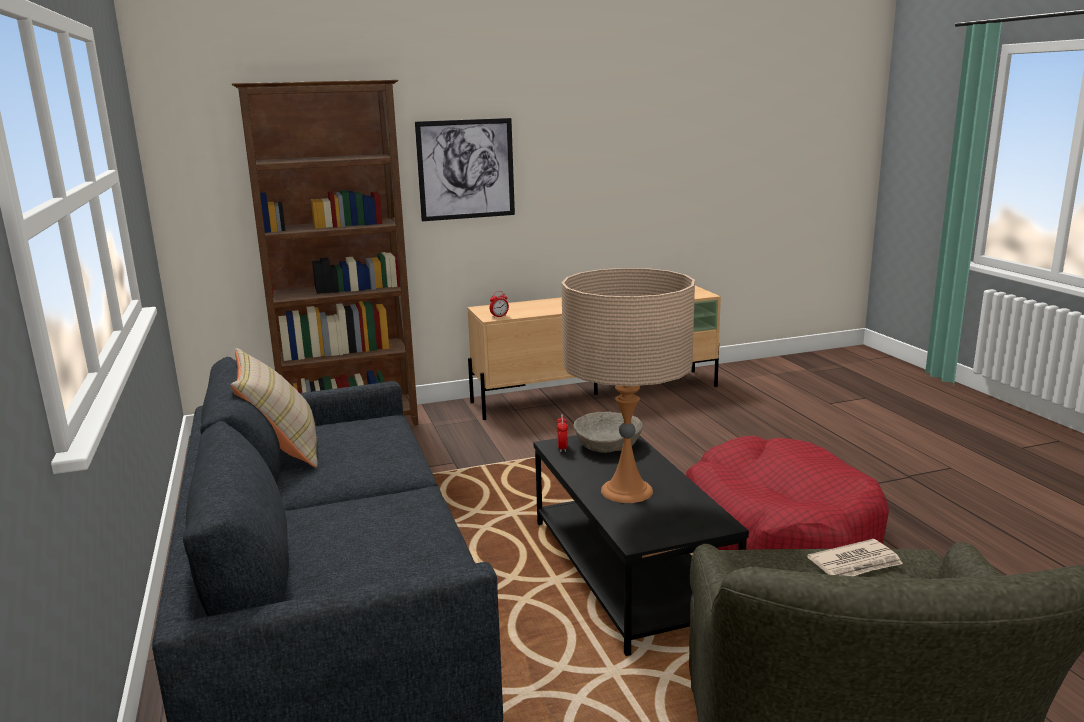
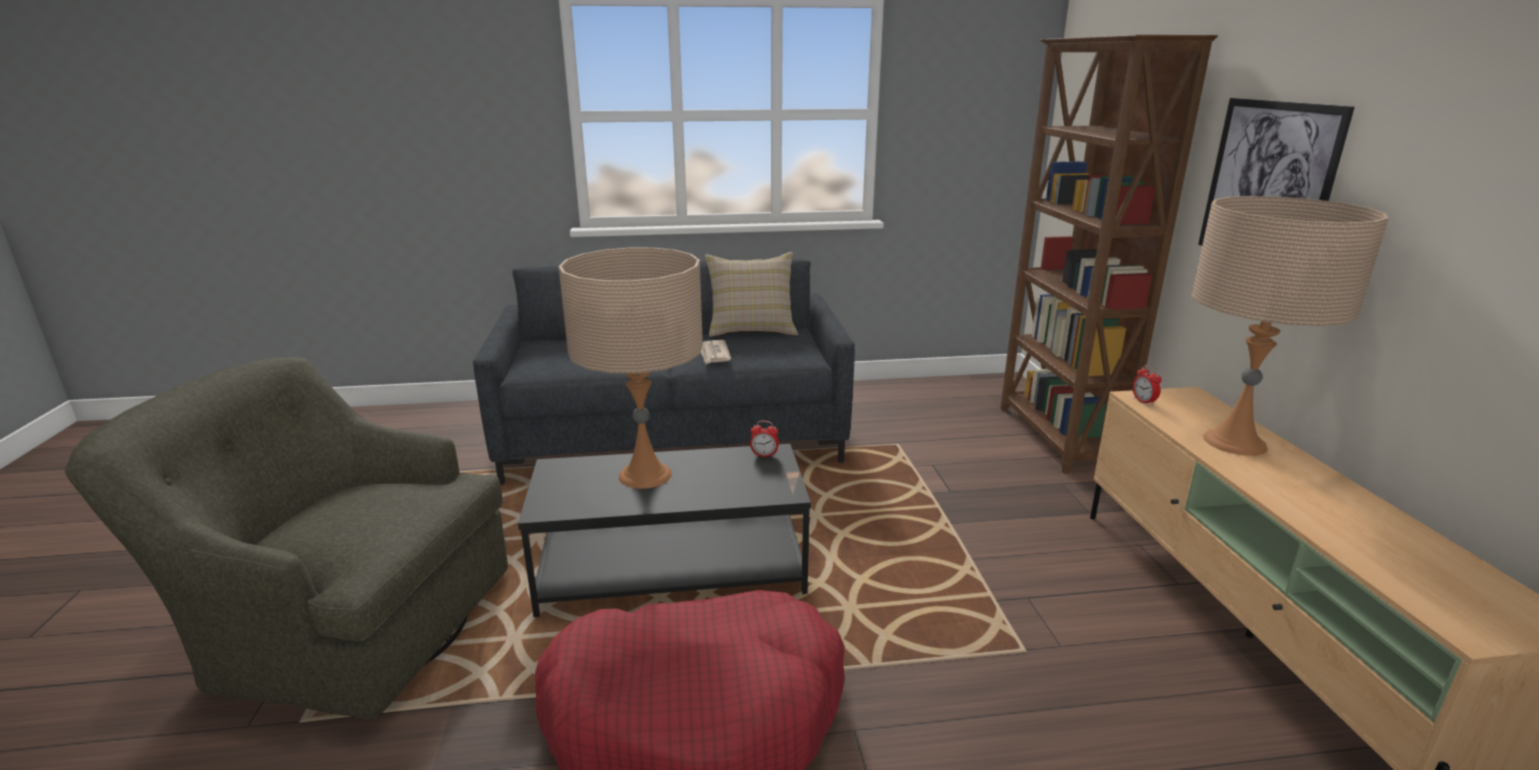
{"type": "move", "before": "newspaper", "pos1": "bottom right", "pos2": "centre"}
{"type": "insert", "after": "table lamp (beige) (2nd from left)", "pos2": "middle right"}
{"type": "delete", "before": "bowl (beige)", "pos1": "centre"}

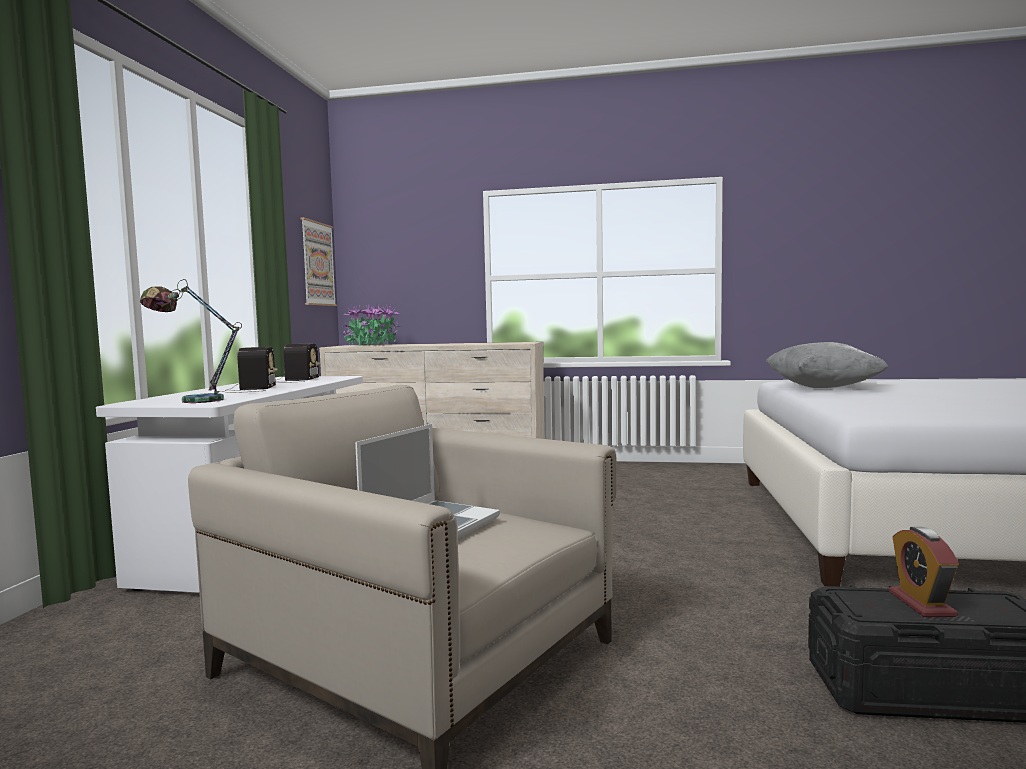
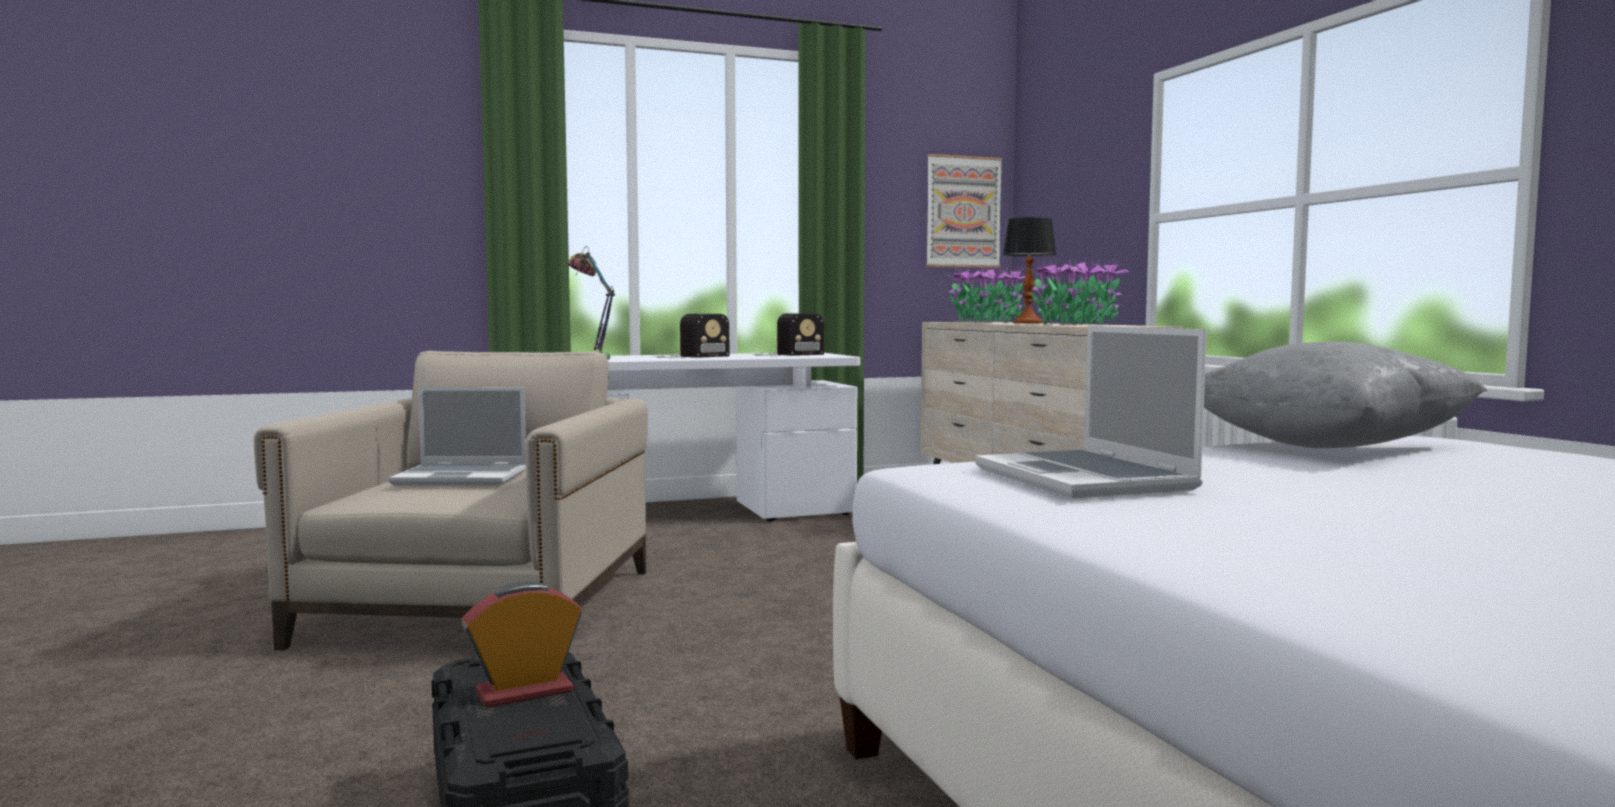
{"type": "insert", "after": "laptop (2nd from left)", "pos2": "middle right"}
{"type": "insert", "after": "table lamp (2nd from left)", "pos2": "centre"}
{"type": "insert", "after": "potted plant (2nd from left)", "pos2": "middle right"}

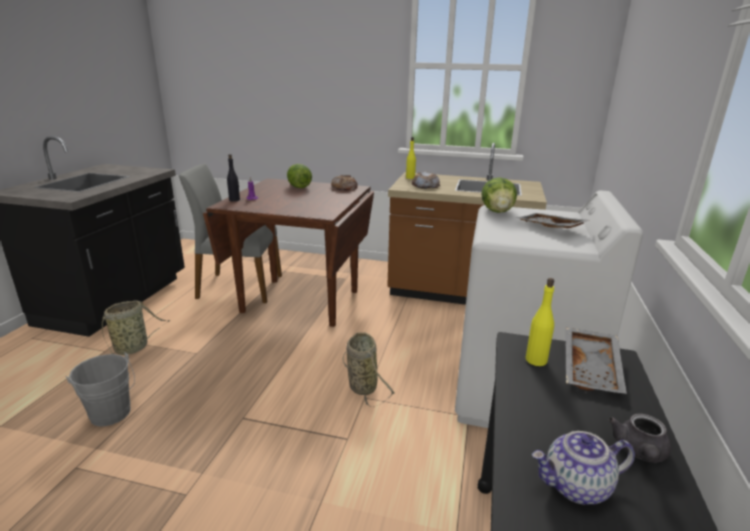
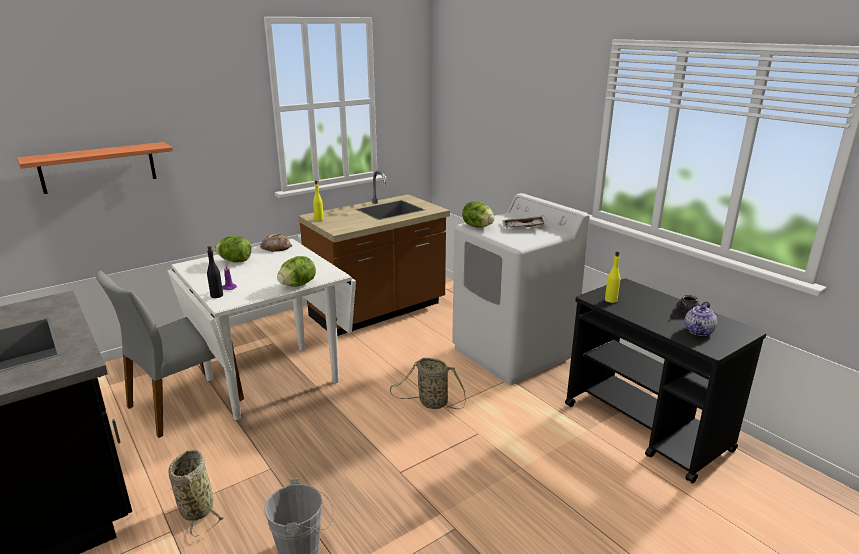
{"type": "insert", "after": "shelf", "pos2": "top left"}
{"type": "recolor", "before": "dining table (brown)", "after": "dining table (white)", "pos1": "centre", "pos2": "middle left"}
{"type": "insert", "after": "lettuce (2nd from left)", "pos2": "centre"}
{"type": "delete", "before": "bread (2nd from left)", "pos1": "centre"}
{"type": "delete", "before": "tray (grey) (2nd from left)", "pos1": "bottom right"}

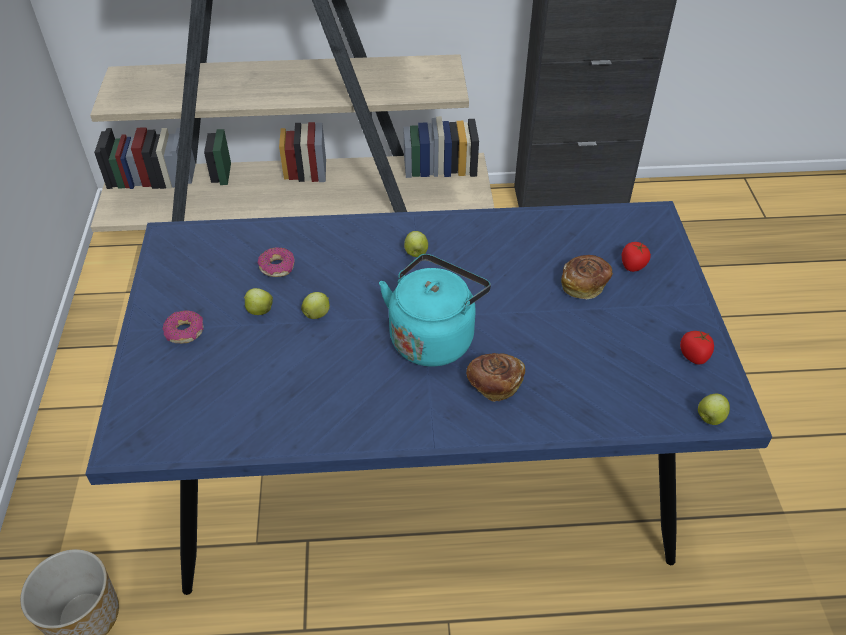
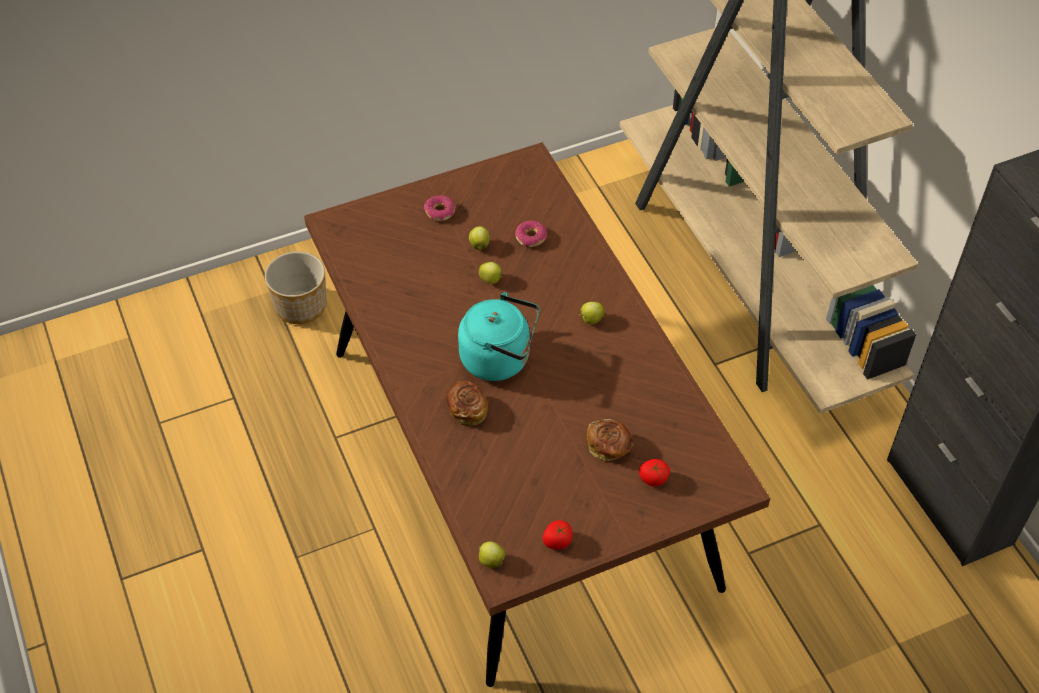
{"type": "recolor", "before": "dining table (blue)", "after": "dining table (brown)", "pos1": "centre", "pos2": "centre"}

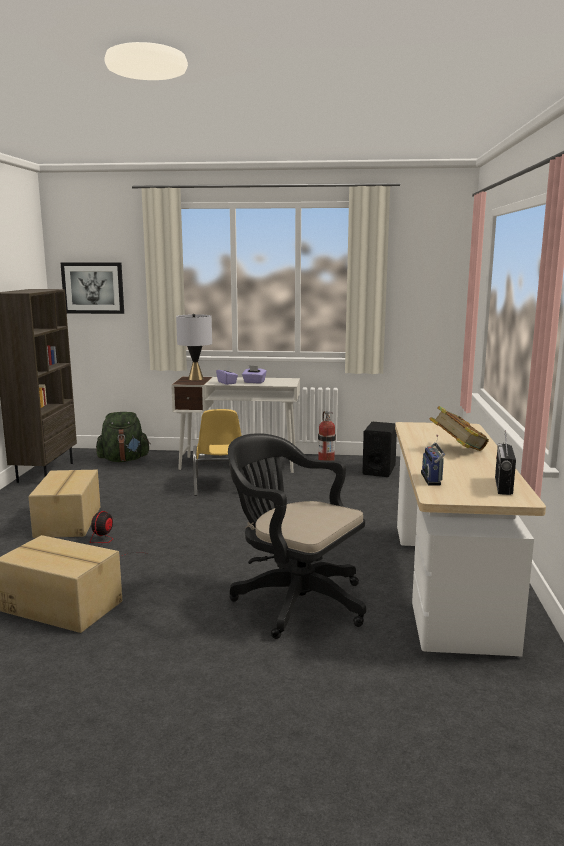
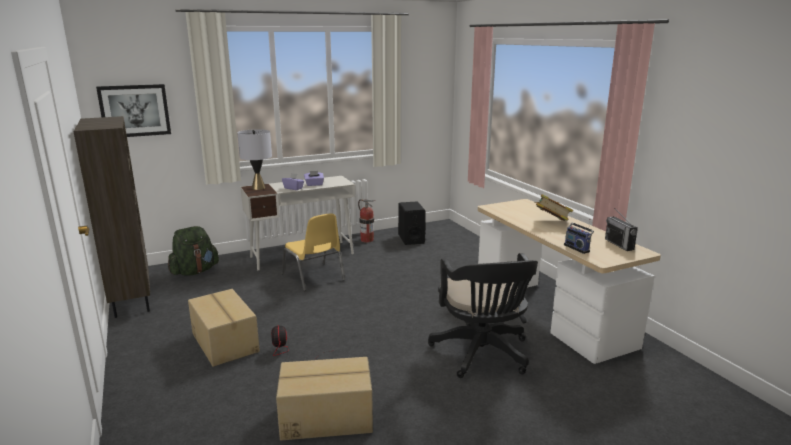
{"type": "rotate", "before": "office chair (black)", "pos1": "centre", "pos2": "bottom centre", "turn": -105}

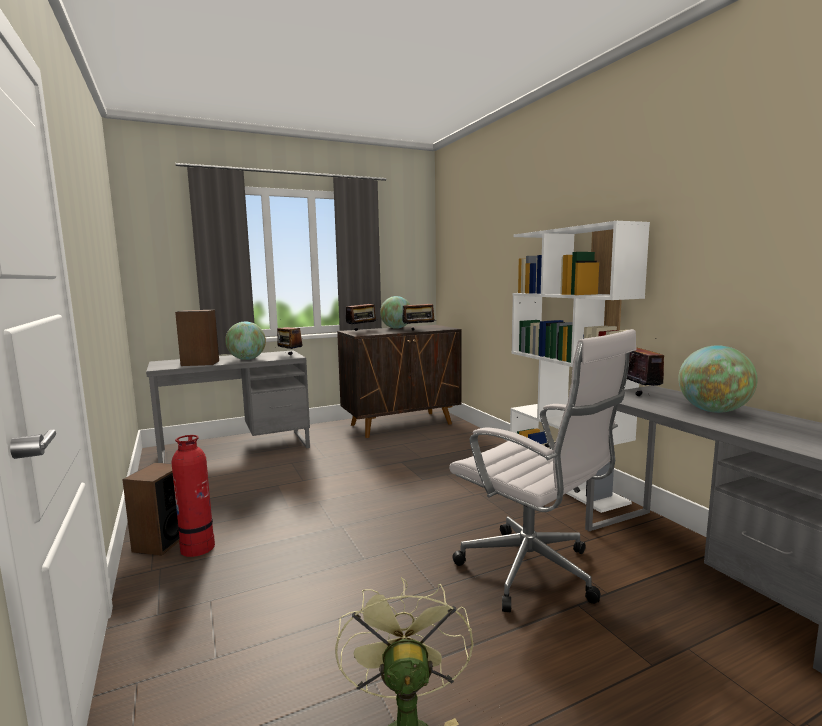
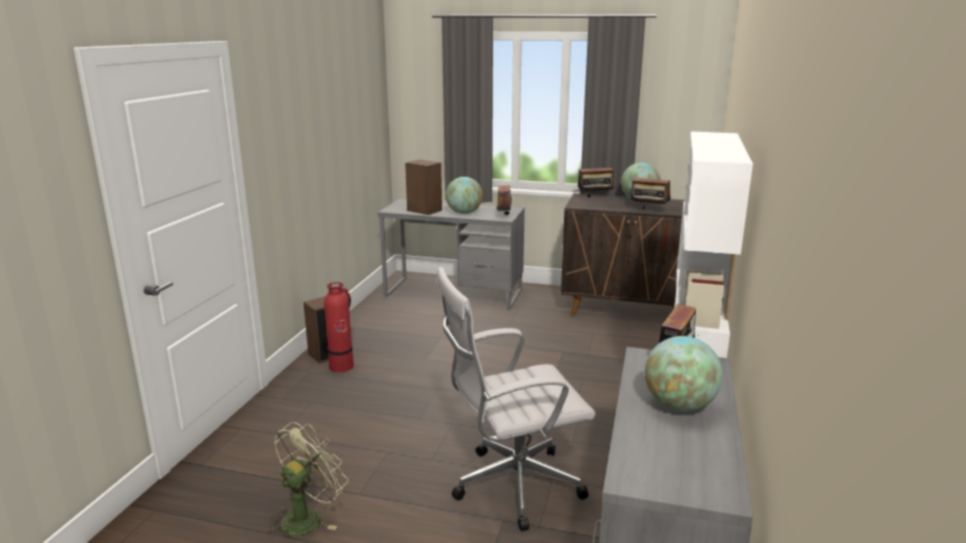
{"type": "rotate", "before": "office chair (white)", "pos1": "centre", "pos2": "bottom centre", "turn": 75}

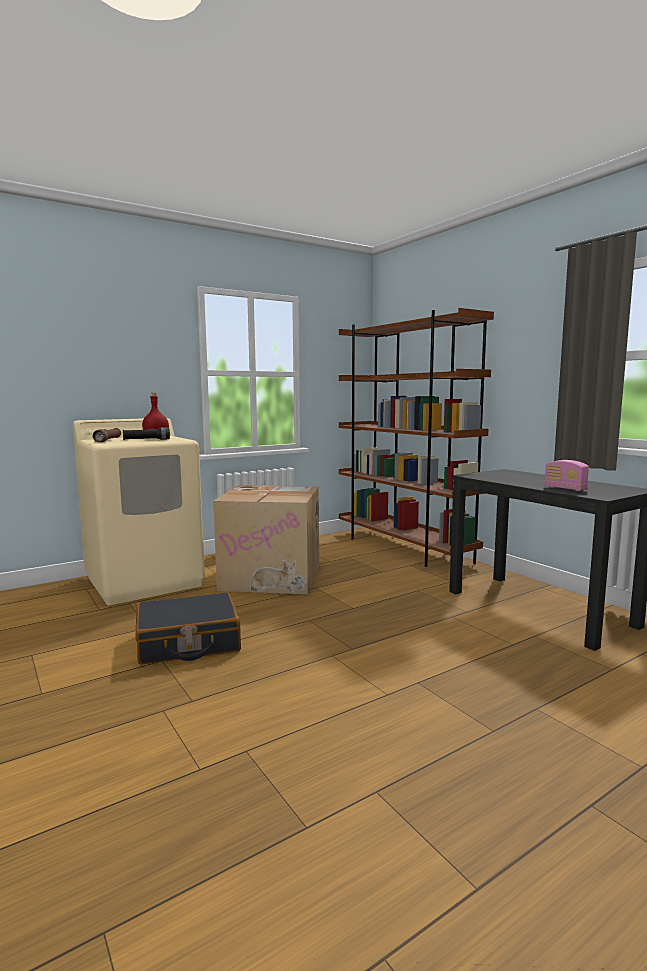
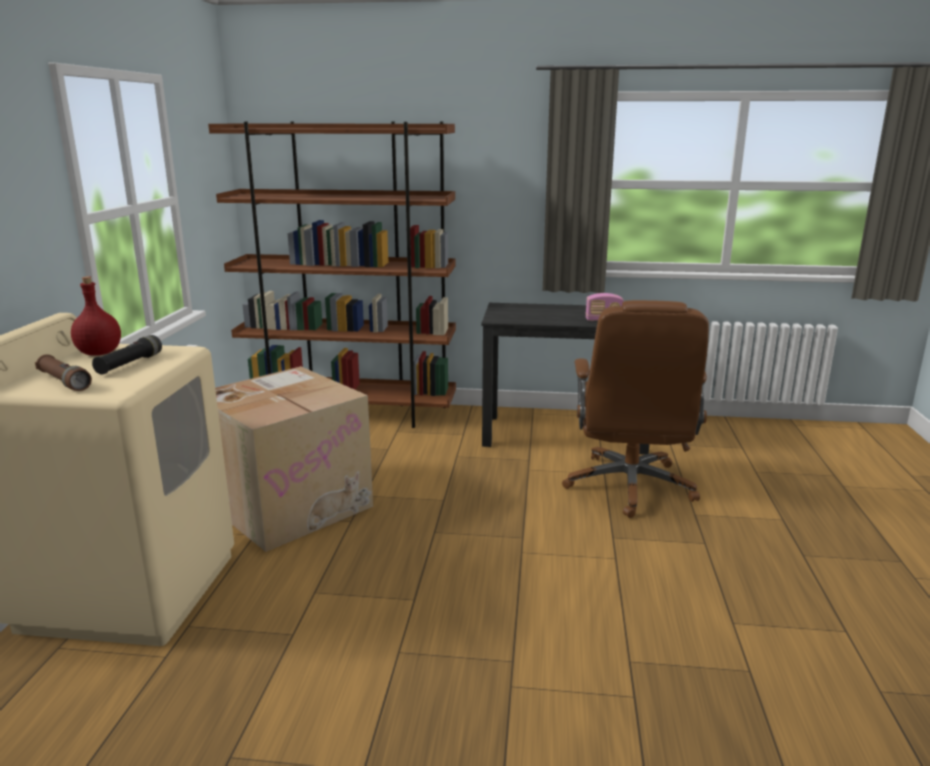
{"type": "insert", "after": "office chair (brown)", "pos2": "middle right"}
{"type": "delete", "before": "suitcase (black)", "pos1": "middle left"}

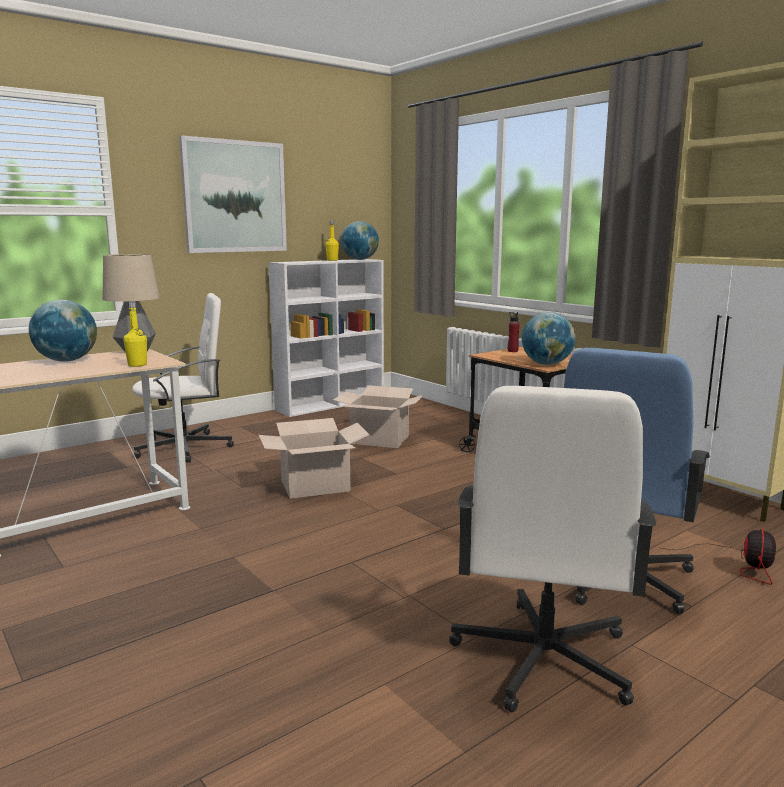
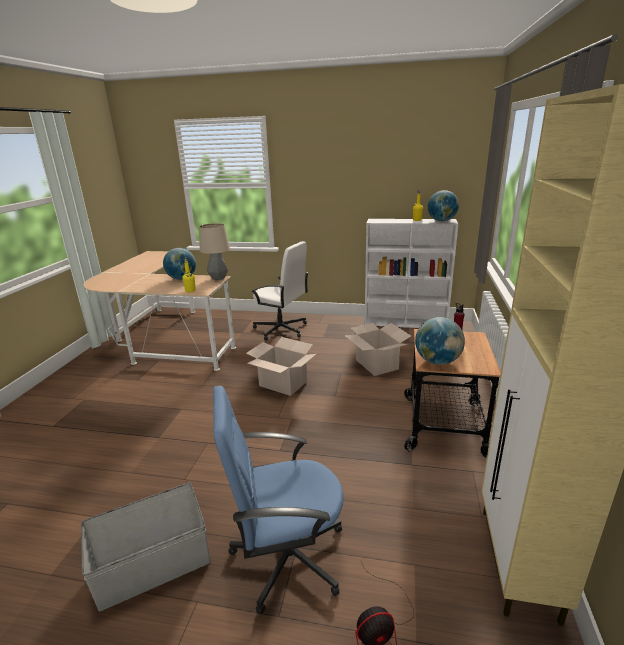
{"type": "replace", "before": "office chair (white) (2nd from left)", "after": "storage box (grey)", "pos1": "bottom right", "pos2": "bottom left"}
{"type": "delete", "before": "picture", "pos1": "top left"}

